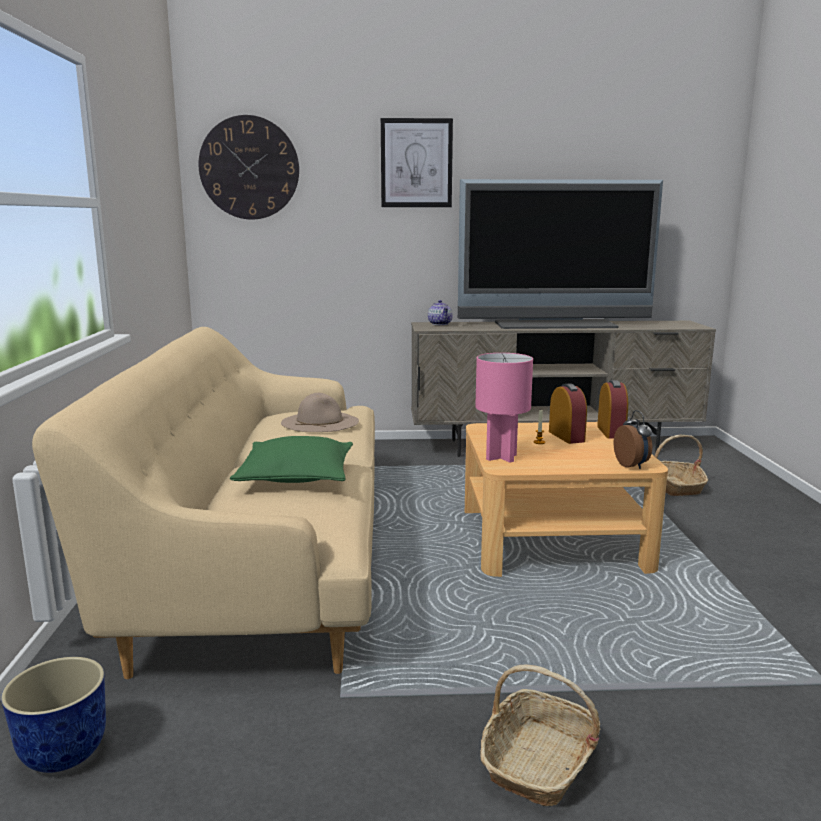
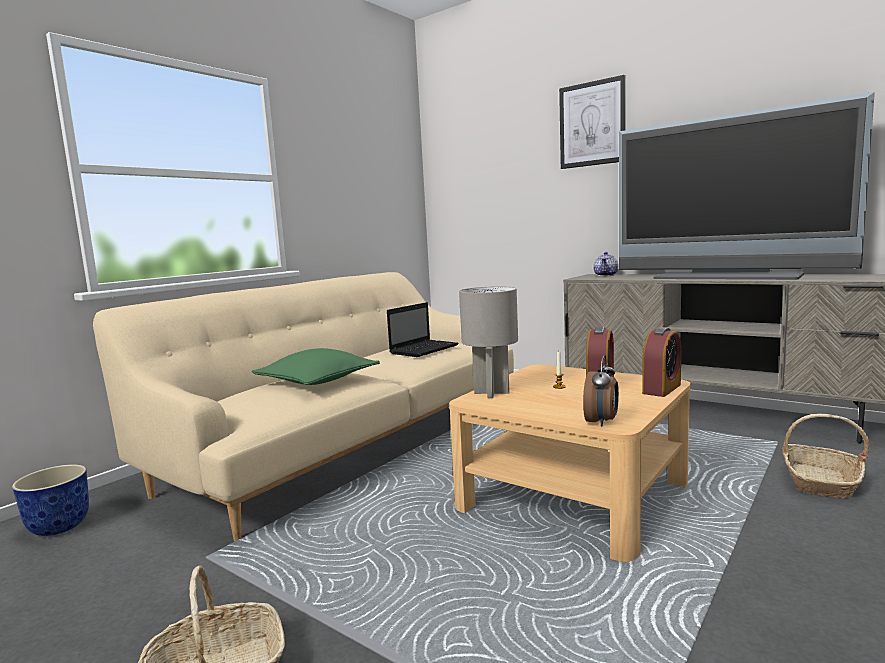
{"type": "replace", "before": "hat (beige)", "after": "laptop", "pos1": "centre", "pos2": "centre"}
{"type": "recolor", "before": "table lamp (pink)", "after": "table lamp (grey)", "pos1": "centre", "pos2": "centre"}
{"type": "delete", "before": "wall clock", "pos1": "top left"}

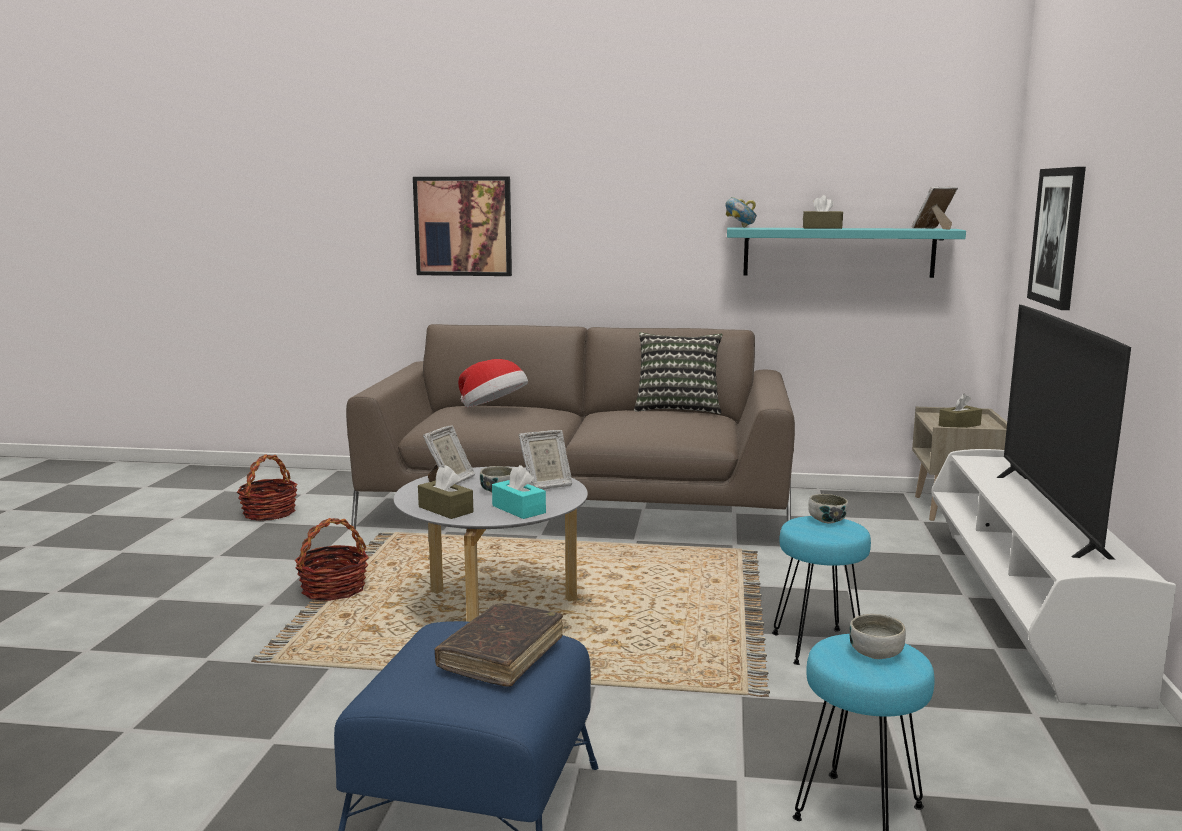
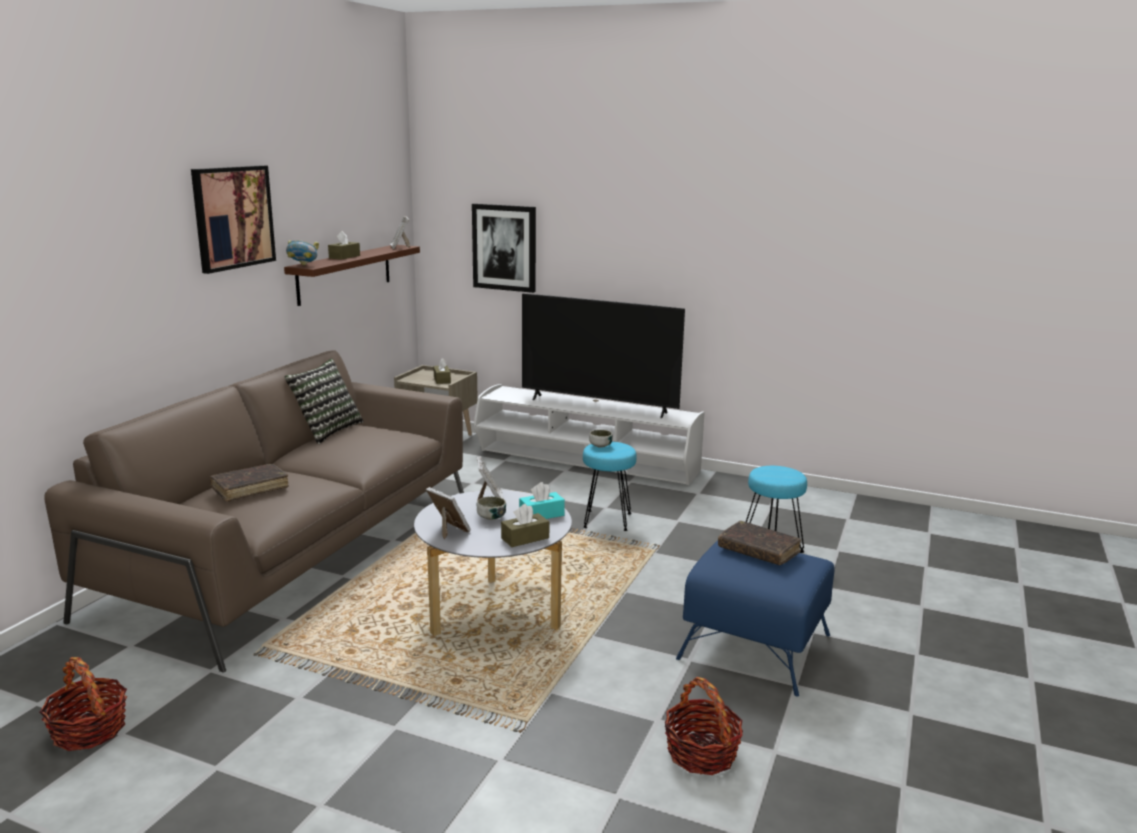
{"type": "move", "before": "picture (1st from left)", "pos1": "top centre", "pos2": "top left"}
{"type": "replace", "before": "hat", "after": "book (brown) (1st from left)", "pos1": "centre", "pos2": "middle left"}
{"type": "recolor", "before": "shelf (turquoise)", "after": "shelf (brown)", "pos1": "top right", "pos2": "top left"}
{"type": "move", "before": "basket (2nd from left)", "pos1": "bottom left", "pos2": "bottom centre"}
{"type": "delete", "before": "bowl (4th from left)", "pos1": "bottom right"}

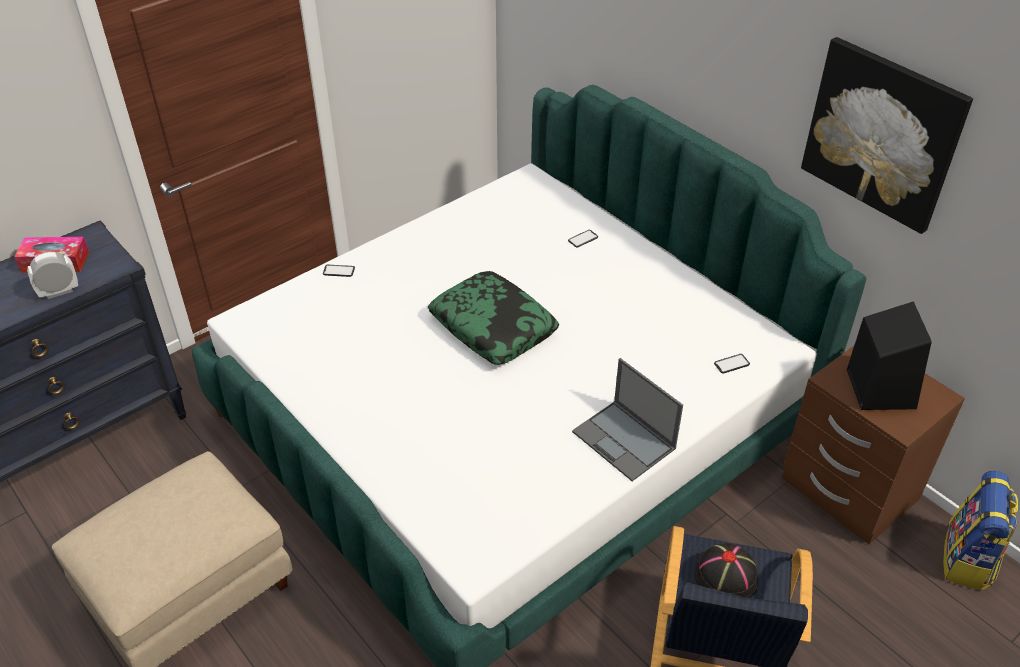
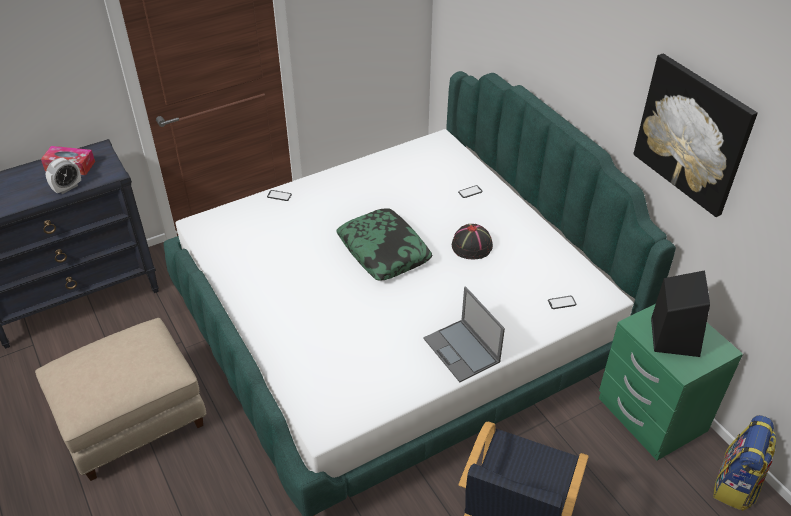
{"type": "rotate", "before": "alarm clock", "pos1": "middle left", "pos2": "middle left", "turn": 150}
{"type": "move", "before": "hat (black)", "pos1": "bottom right", "pos2": "centre"}
{"type": "recolor", "before": "nightstand (brown)", "after": "nightstand (green)", "pos1": "bottom right", "pos2": "bottom right"}

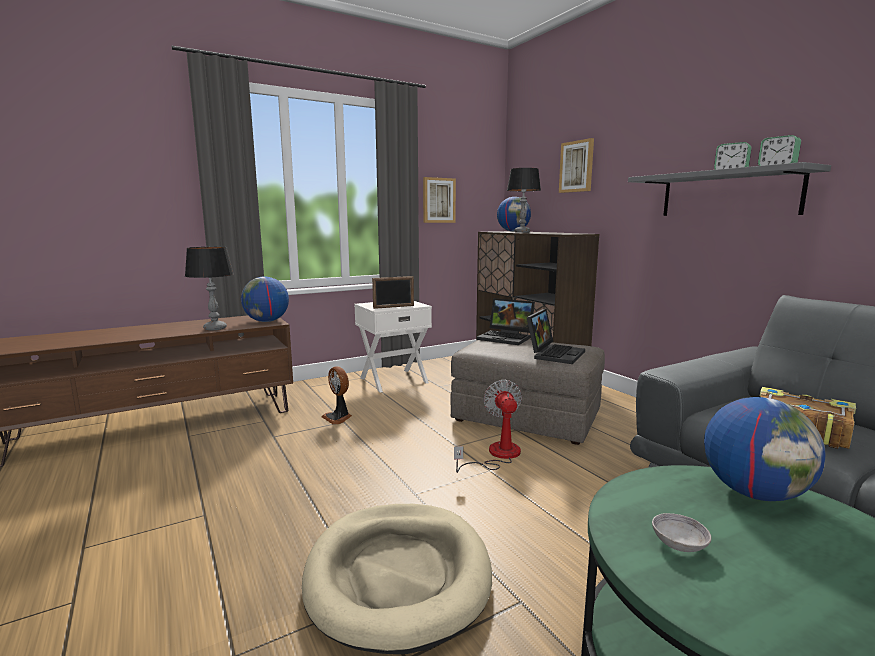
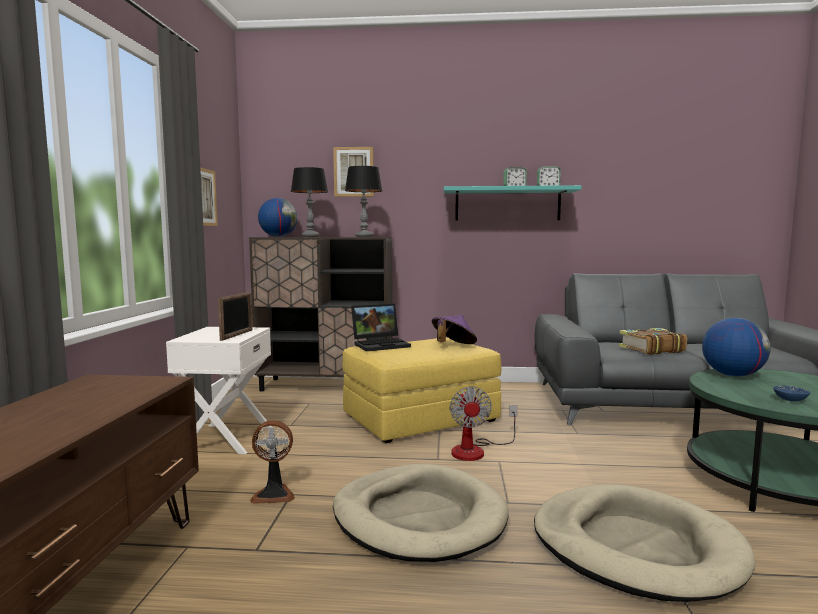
{"type": "insert", "after": "dog bed (beige) (1st from left)", "pos2": "bottom centre"}
{"type": "recolor", "before": "ottoman (grey)", "after": "ottoman (yellow)", "pos1": "centre", "pos2": "centre"}
{"type": "move", "before": "table lamp (1st from left in the first image)", "after": "table lamp (2nd from left)", "pos1": "middle left", "pos2": "top centre"}
{"type": "replace", "before": "laptop (2nd from left)", "after": "hat (purple)", "pos1": "centre", "pos2": "centre"}
{"type": "recolor", "before": "shelf (grey)", "after": "shelf (turquoise)", "pos1": "top right", "pos2": "top centre"}
{"type": "rotate", "before": "fan (2nd from left)", "pos1": "centre", "pos2": "bottom centre", "turn": -120}
{"type": "recolor", "before": "bowl (grey)", "after": "bowl (blue)", "pos1": "bottom right", "pos2": "middle right"}
{"type": "delete", "before": "globe (1st from left)", "pos1": "middle left"}

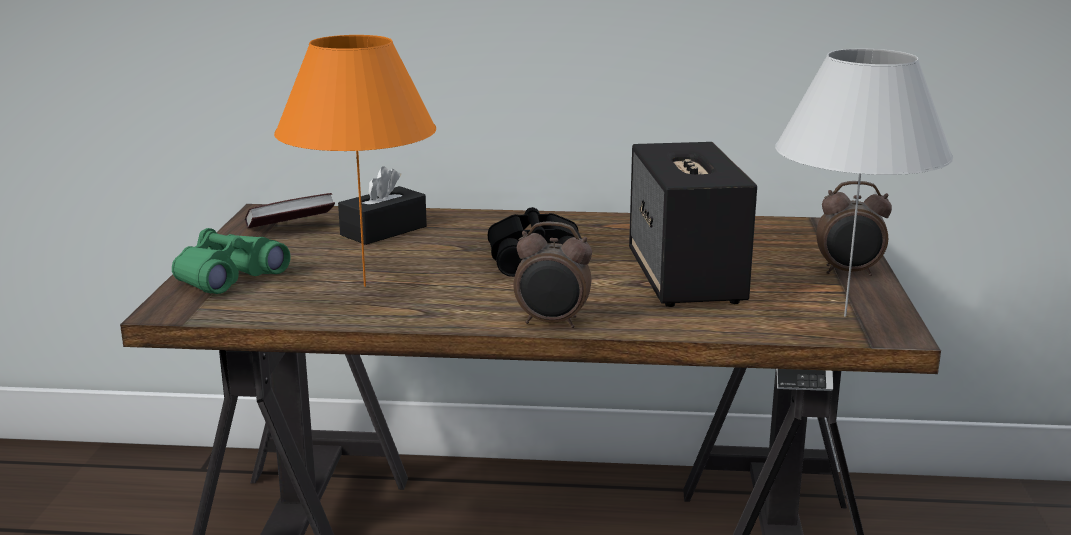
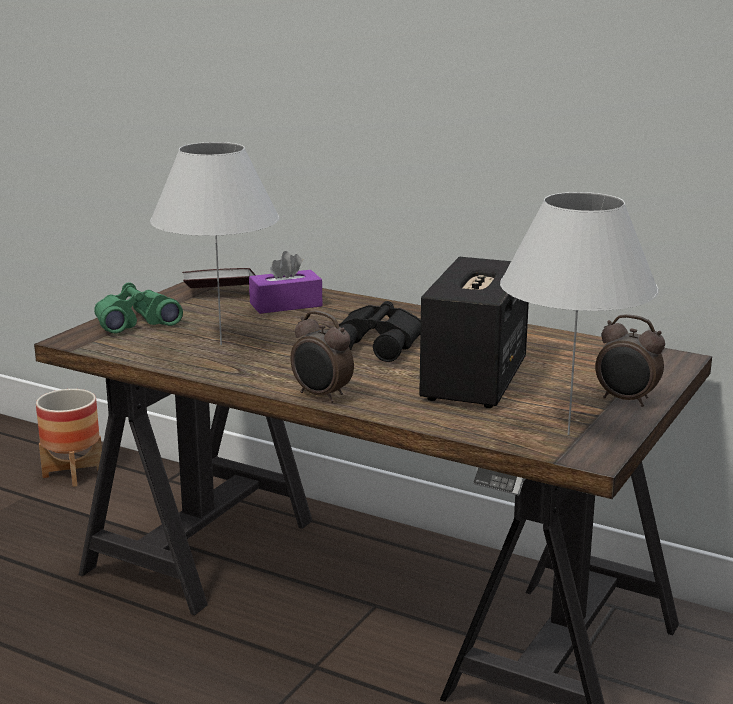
{"type": "insert", "after": "planter", "pos2": "middle left"}
{"type": "recolor", "before": "table lamp (orange)", "after": "table lamp (white) (1st from left)", "pos1": "top left", "pos2": "middle left"}
{"type": "recolor", "before": "tissue box (black)", "after": "tissue box (purple)", "pos1": "centre", "pos2": "centre"}

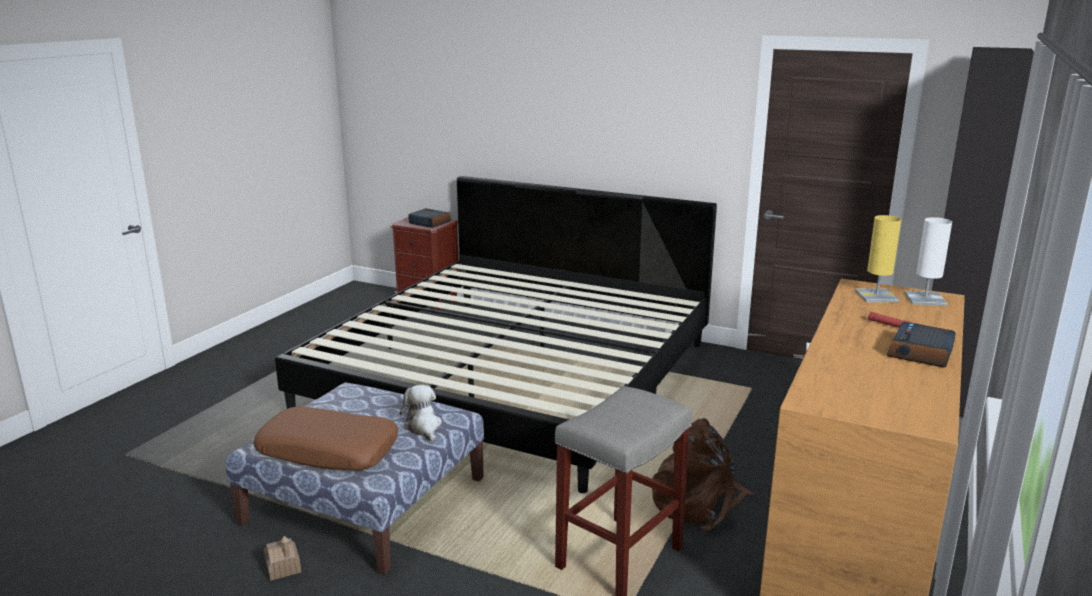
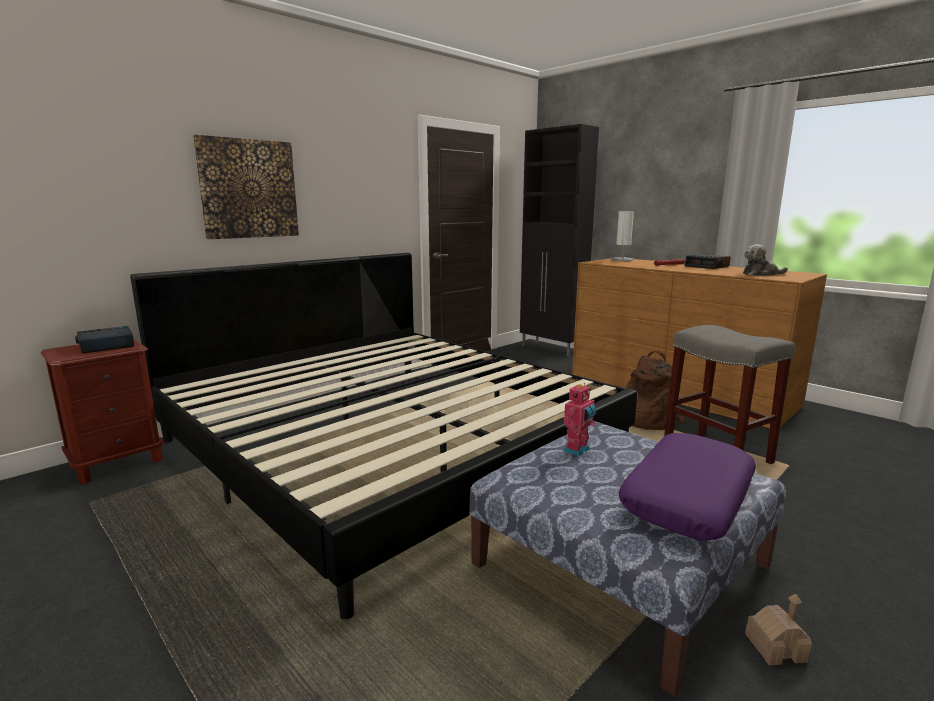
{"type": "insert", "after": "picture", "pos2": "top left"}
{"type": "insert", "after": "toy robot", "pos2": "centre"}
{"type": "recolor", "before": "pillow (brown)", "after": "pillow (purple)", "pos1": "bottom left", "pos2": "bottom right"}
{"type": "move", "before": "plush toy", "pos1": "bottom centre", "pos2": "middle right"}
{"type": "delete", "before": "table lamp (yellow)", "pos1": "middle right"}

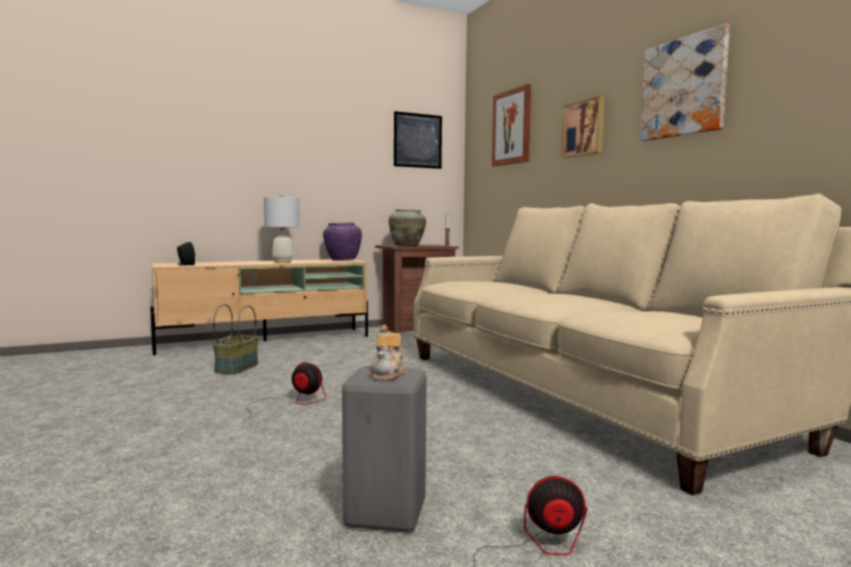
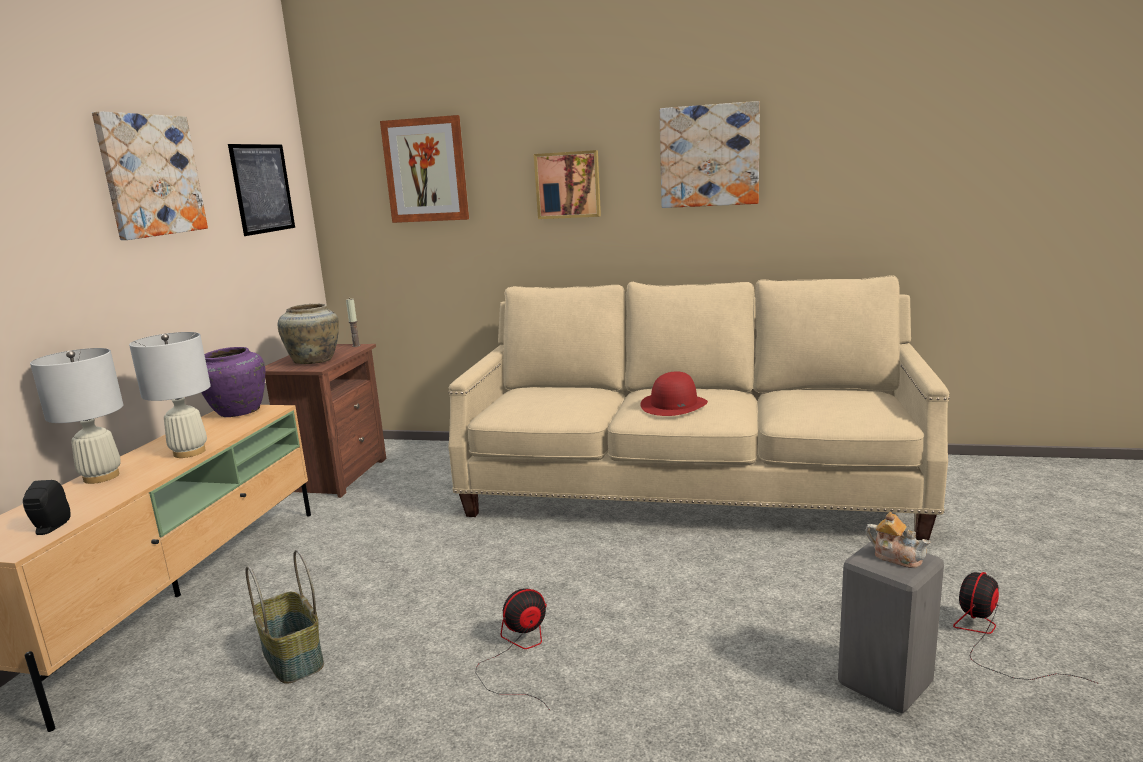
{"type": "insert", "after": "table lamp (white) (1st from left)", "pos2": "middle left"}
{"type": "insert", "after": "picture (1st from left)", "pos2": "top left"}
{"type": "insert", "after": "hat (red)", "pos2": "centre"}

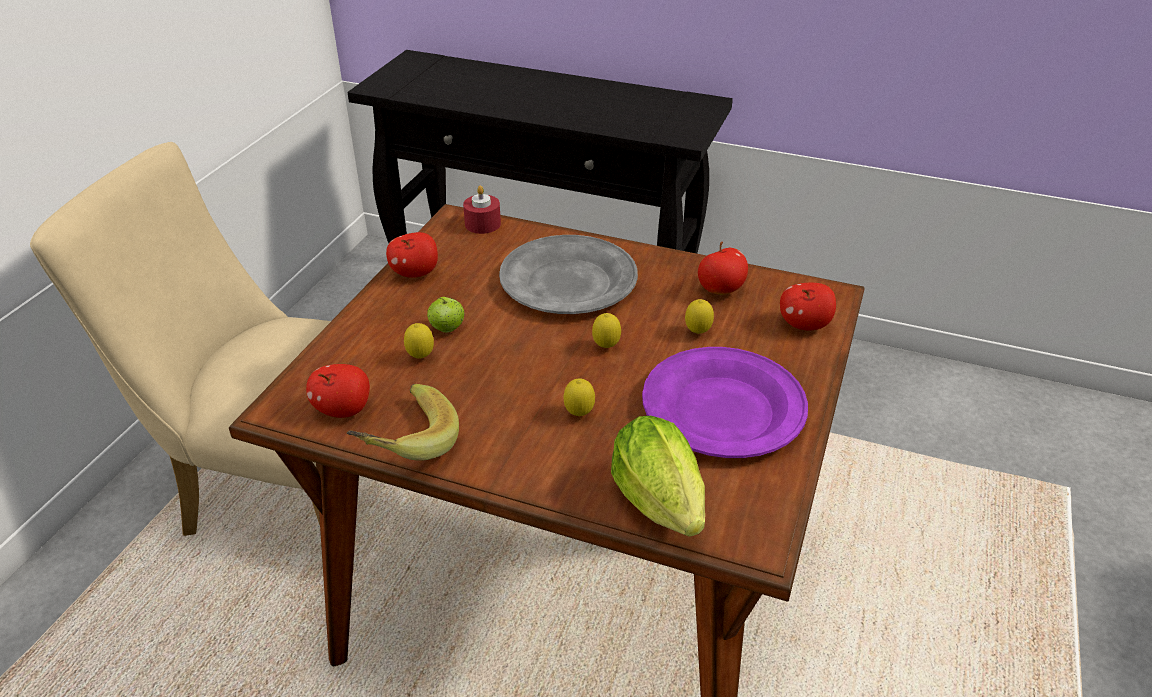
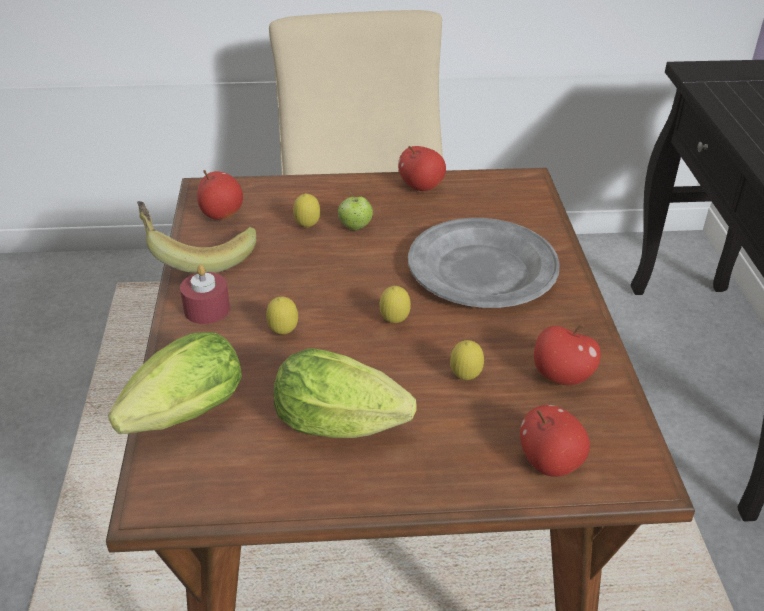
{"type": "move", "before": "candle (red)", "pos1": "top centre", "pos2": "middle left"}
{"type": "replace", "before": "plate (purple)", "after": "lettuce (2nd from left)", "pos1": "centre", "pos2": "centre"}

